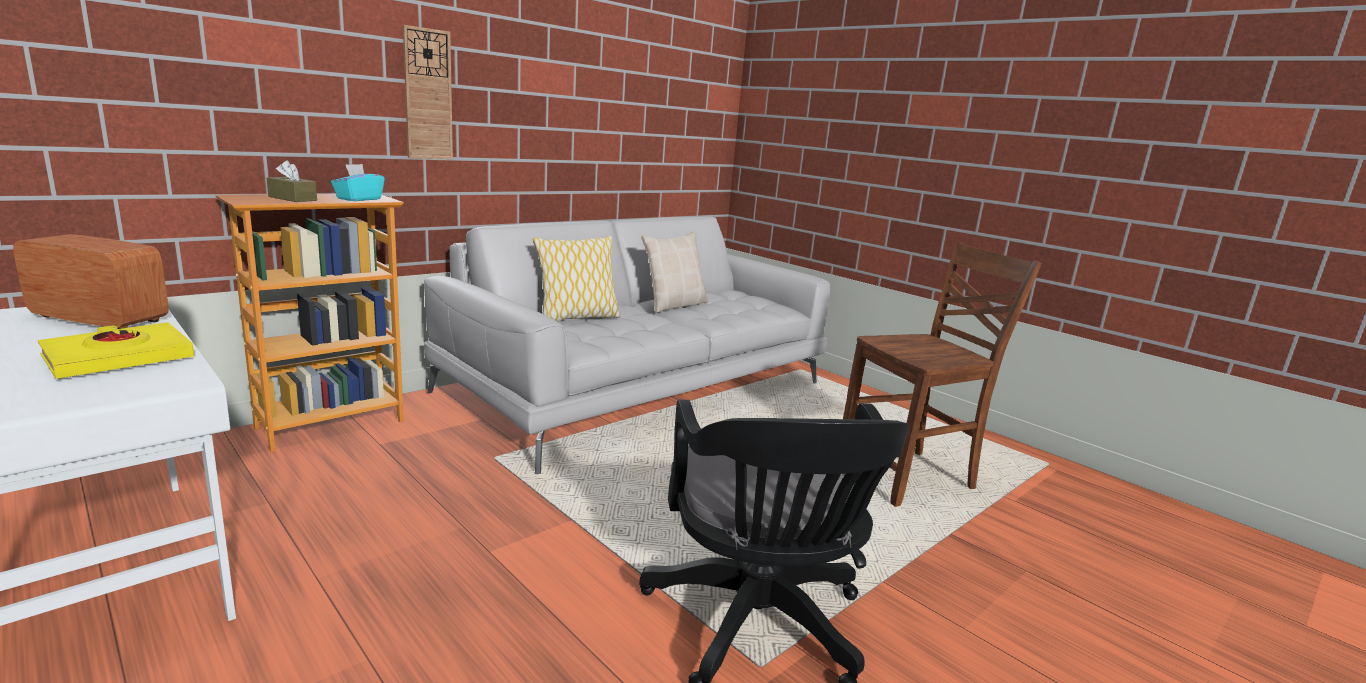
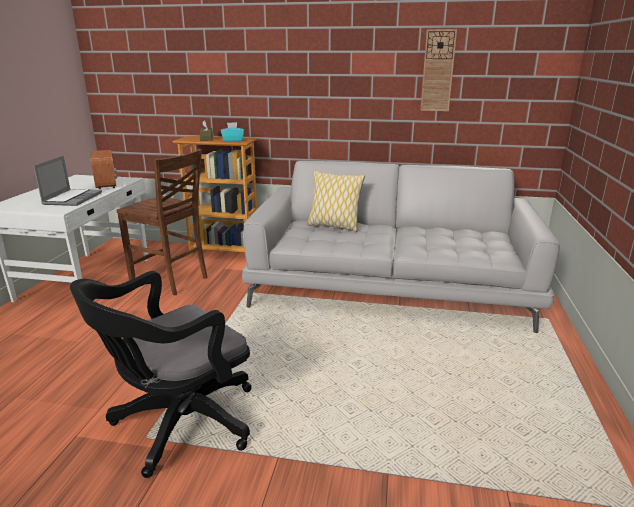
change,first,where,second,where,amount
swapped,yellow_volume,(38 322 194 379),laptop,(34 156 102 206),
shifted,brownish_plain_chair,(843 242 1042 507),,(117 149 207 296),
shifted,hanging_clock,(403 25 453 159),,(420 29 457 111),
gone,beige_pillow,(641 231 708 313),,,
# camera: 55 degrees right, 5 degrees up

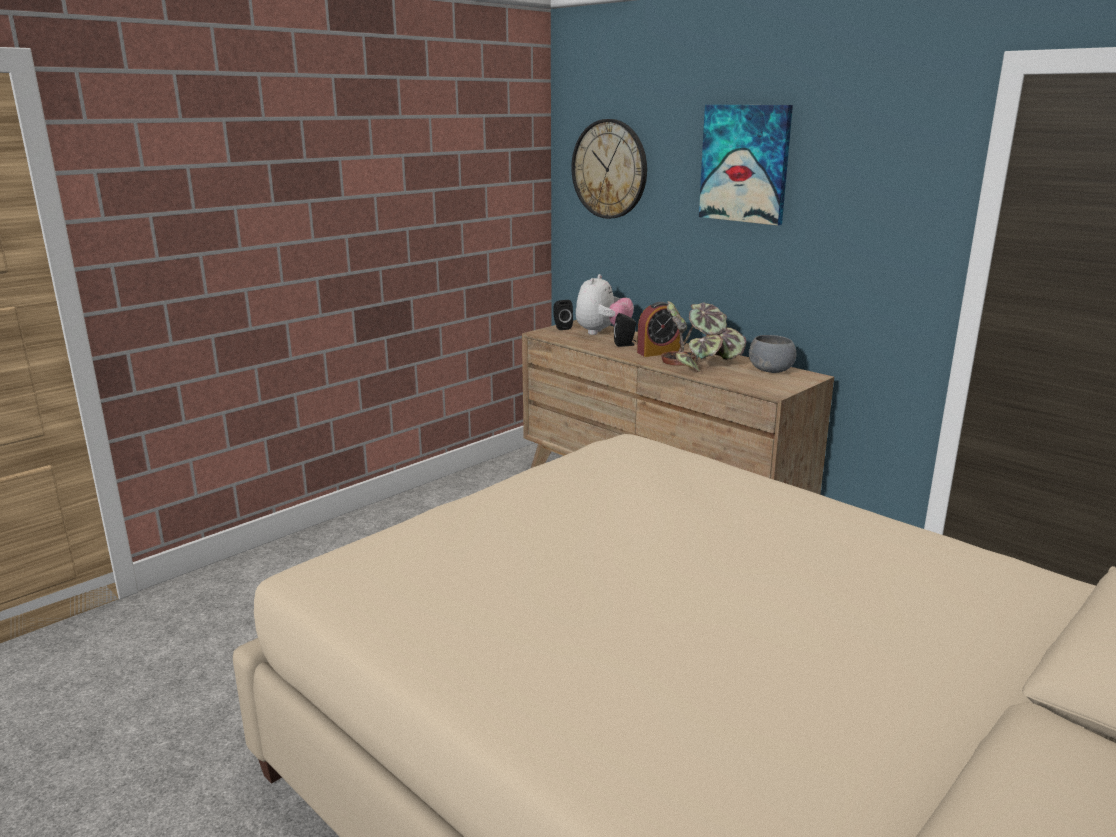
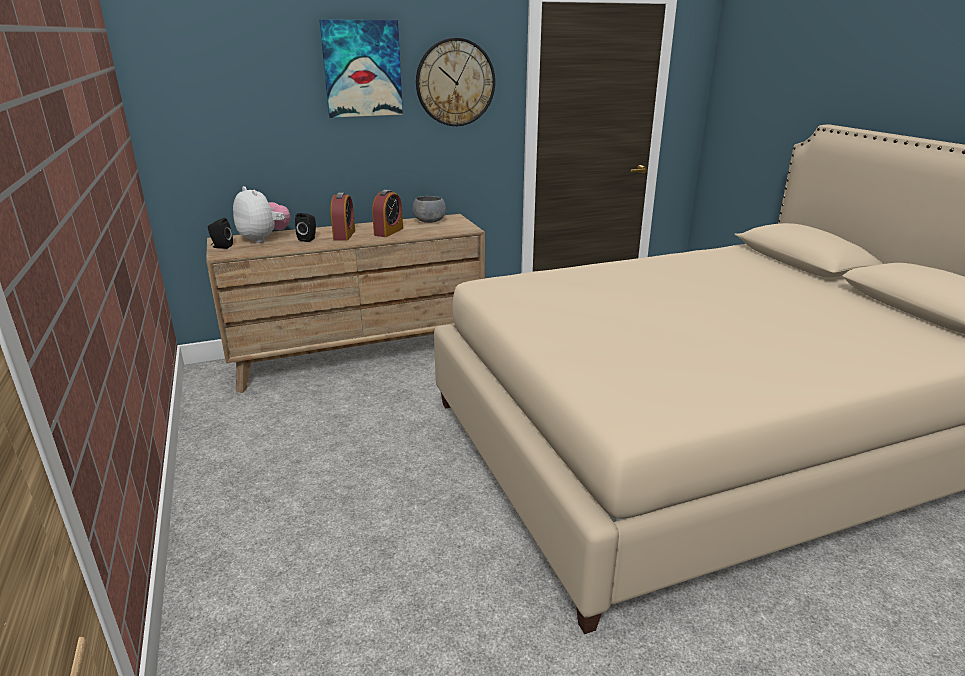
change,first,where,second,where,amount
swapped,houseplant,(661 301 746 372),alarm_clock,(372 190 403 237),
shifted,hanging_clock,(571 119 647 219),,(416 38 495 126),
# camera: 65 degrees left, 5 degrees up

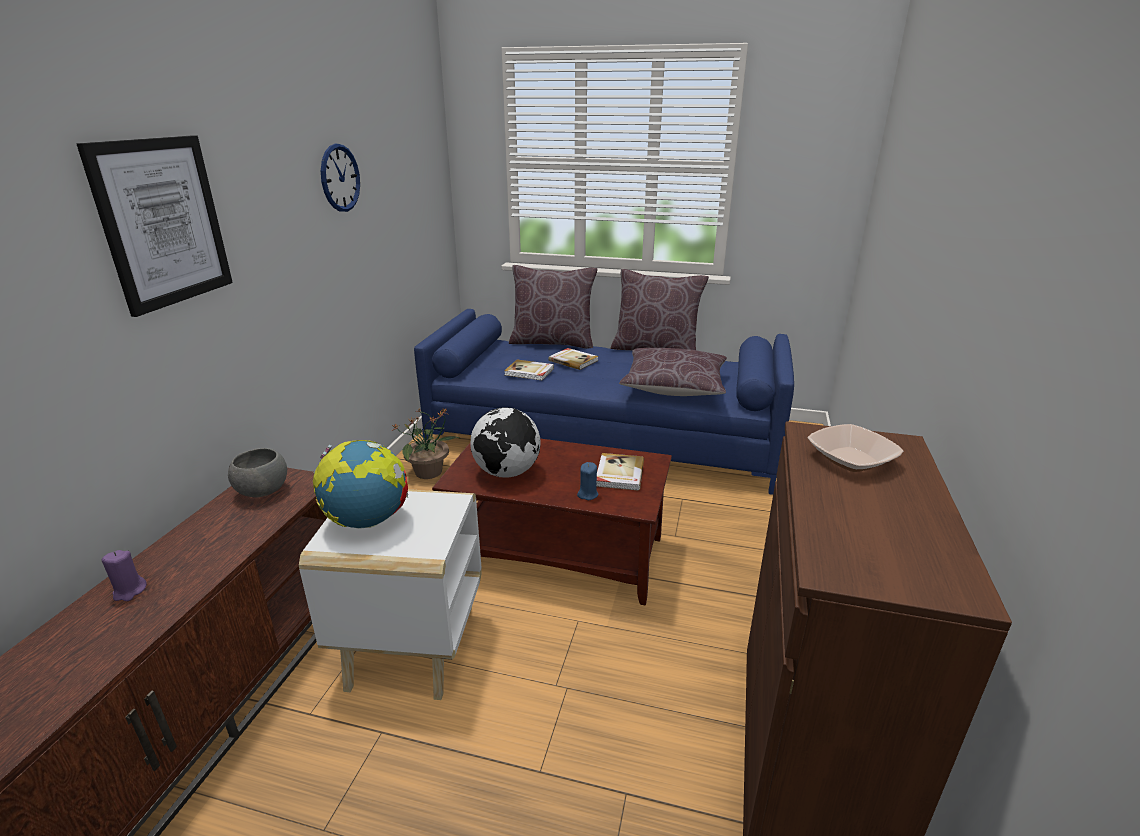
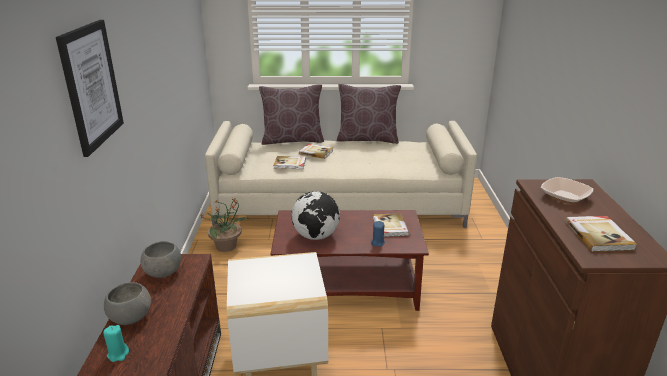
change,first,where,second,where,amount
repainted,purple_wax_light,(102 550 147 601),turquoise_wax_light,(103 325 129 362),
new,,,grey_deep_dish,(104 282 151 325),
repainted,blue_settee,(414 309 794 495),beige_settee,(205 121 477 228),
new,,,volume,(565 216 637 252),
gone,world_globe,(313 440 408 529),,,
gone,hanging_clock,(321 144 360 212),,,
gone,brownish_pillow,(619 348 727 396),,,
# camera: 15 degrees left, 0 degrees up

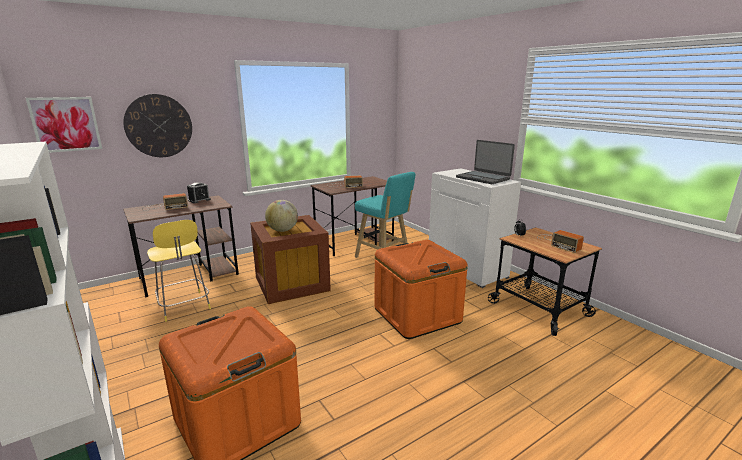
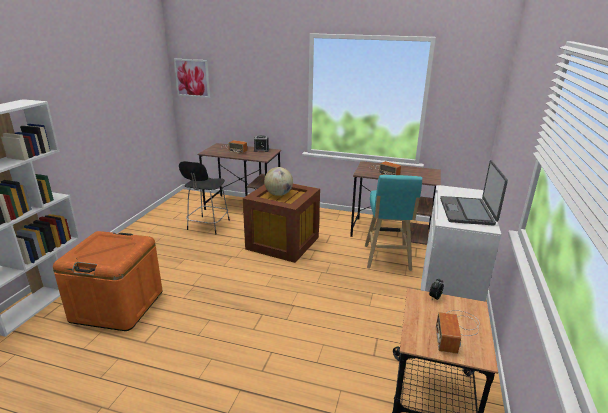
change,first,where,second,where,amount
repainted,yellow_sitting_stool,(147 220 211 322),black-coloured_sitting_stool,(179 161 230 234),
gone,hanging_clock,(123 94 192 157),,,
gone,orange_storage_bin,(375 240 468 339),,,
# camera: 50 degrees right, 5 degrees up

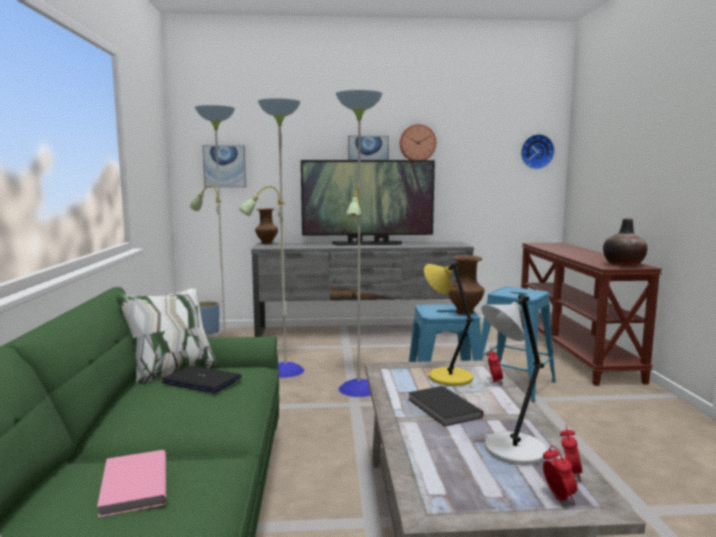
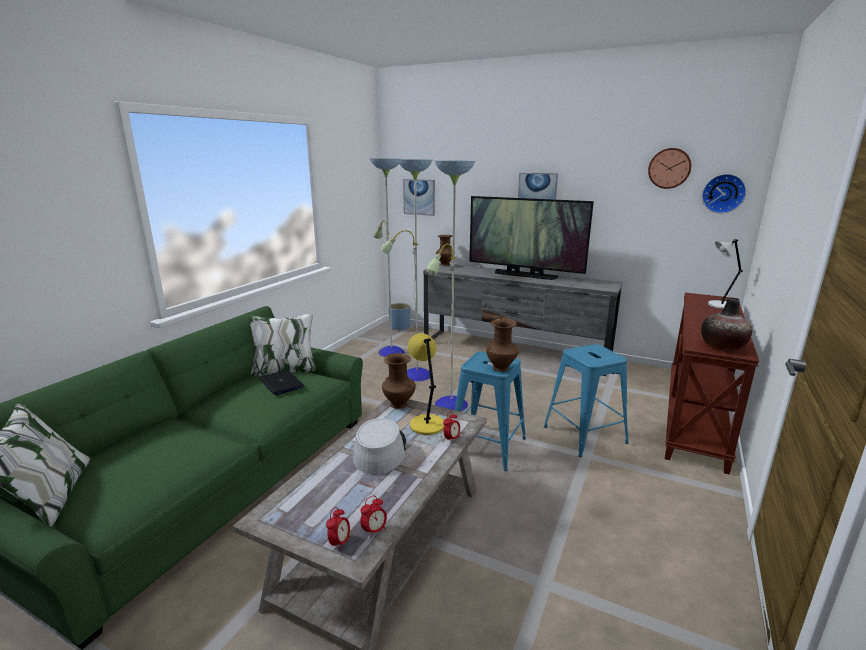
change,first,where,second,where,amount
swapped,black-coloured_volume,(408 386 483 427),grey_clothing_hat,(353 418 406 475),
new,,,brownish_flower_vase,(382 353 416 409),
shifted,hanging_clock,(400 124 436 160),,(648 148 691 189),
shifted,grey_lamp_for_a_table,(481 294 547 465),,(708 239 743 309),
gone,pink_volume,(97 450 166 517),,,
# camera: 30 degrees right, 10 degrees up

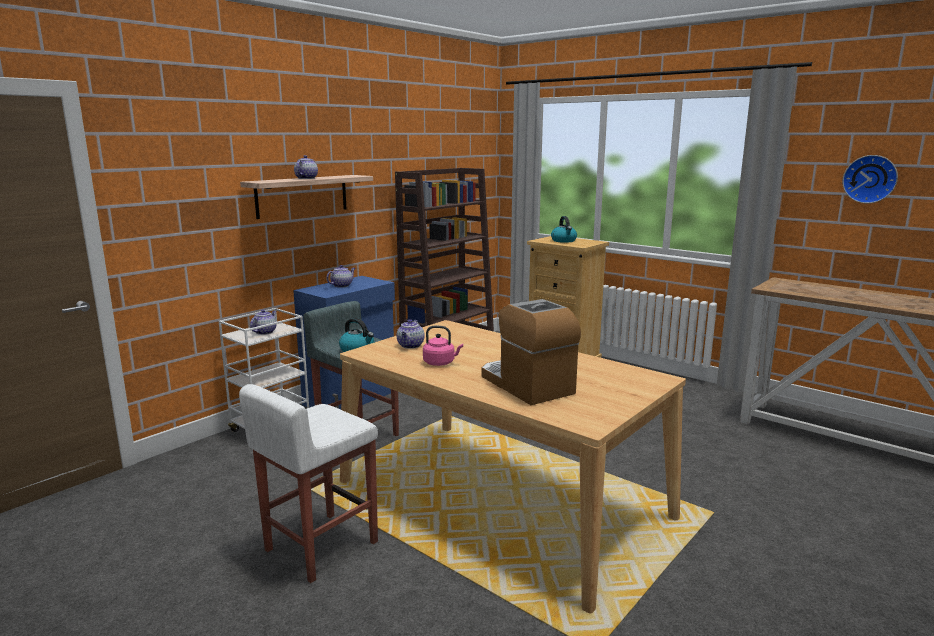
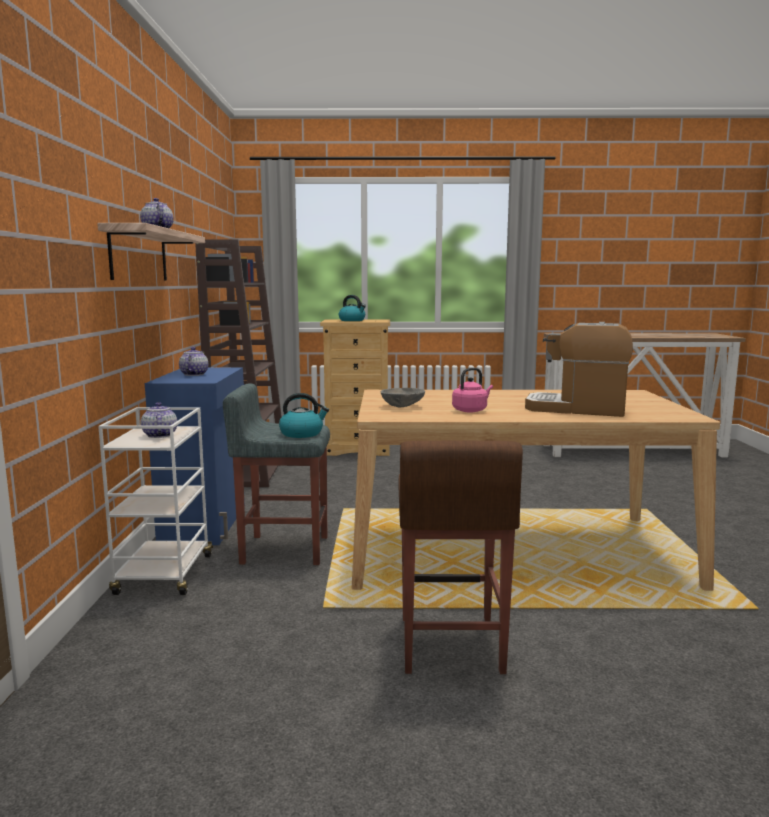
change,first,where,second,where,amount
swapped,teapot,(396 319 425 349),grey_deep_dish,(381 388 425 408),
repainted,white-coloured_sitting_stool,(239 384 378 583),brownish_sitting_stool,(398 441 523 674),
gone,hanging_clock,(842 155 898 204),,,
# camera: 40 degrees left, 5 degrees down

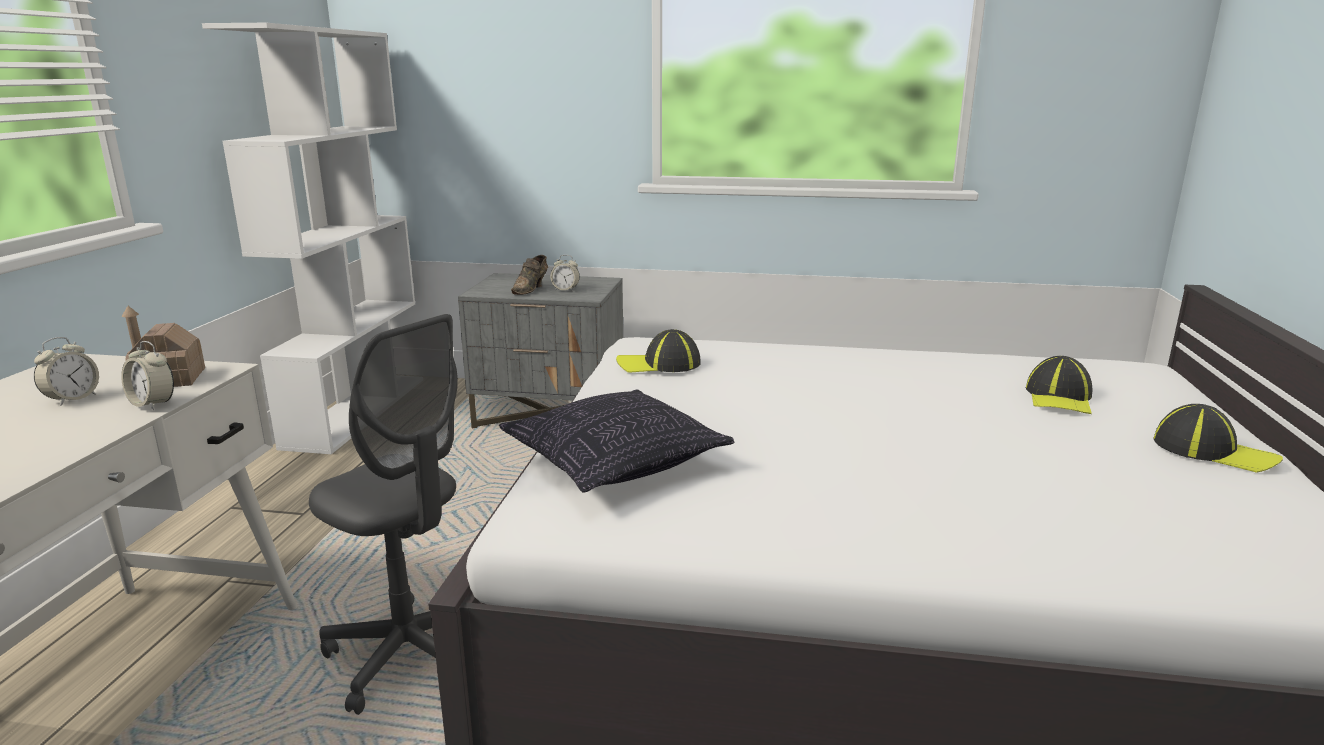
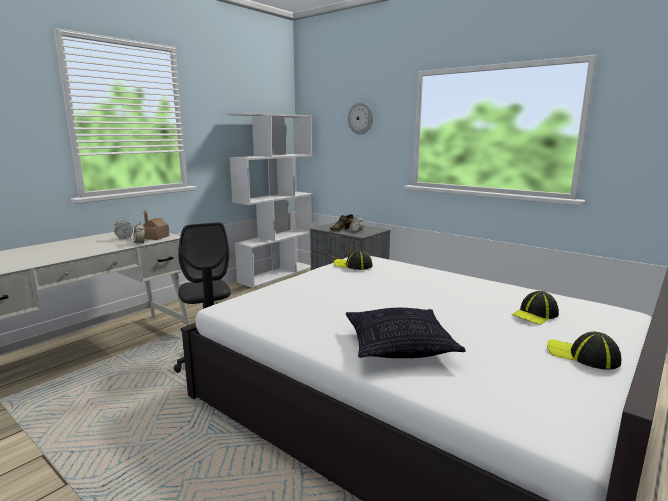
change,first,where,second,where,amount
shifted,pillow,(499 389 734 492),,(346 308 466 358),
new,,,hanging_clock,(348 102 373 135),
rotated,baseball_cap,(1153 404 1283 473),,(547 332 622 370),150 degrees clockwise
# camera: 30 degrees right, 5 degrees down

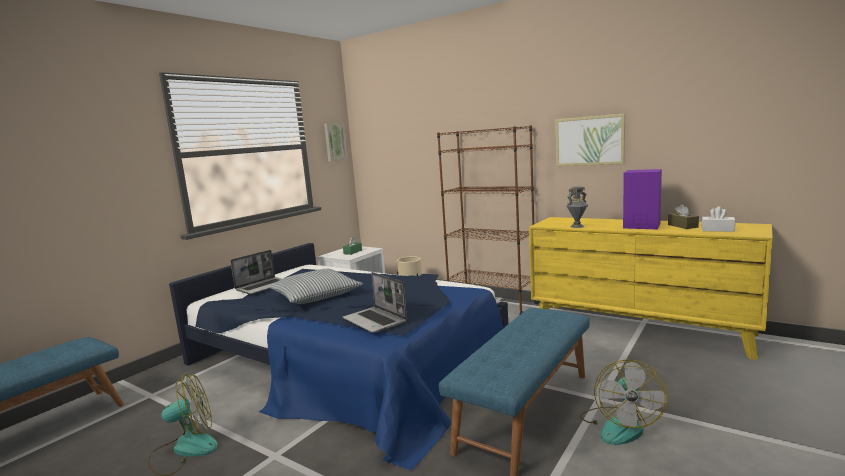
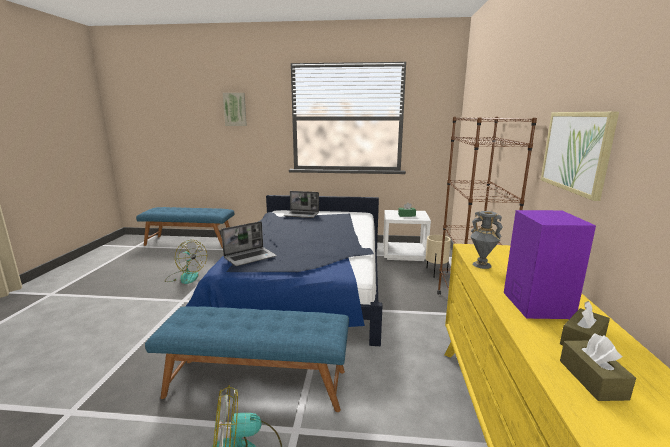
change,first,where,second,where,amount
rotated,laptop,(343 272 407 333),,(221 221 277 266),150 degrees counterclockwise
shifted,wall_art,(324 123 348 161),,(223 93 247 126),
repainted,white-coloured_tissue_box,(702 206 736 232),brownish_tissue_box,(560 333 636 401),
gone,pillow,(268 269 363 304),,,
# camera: 60 degrees right, 5 degrees up

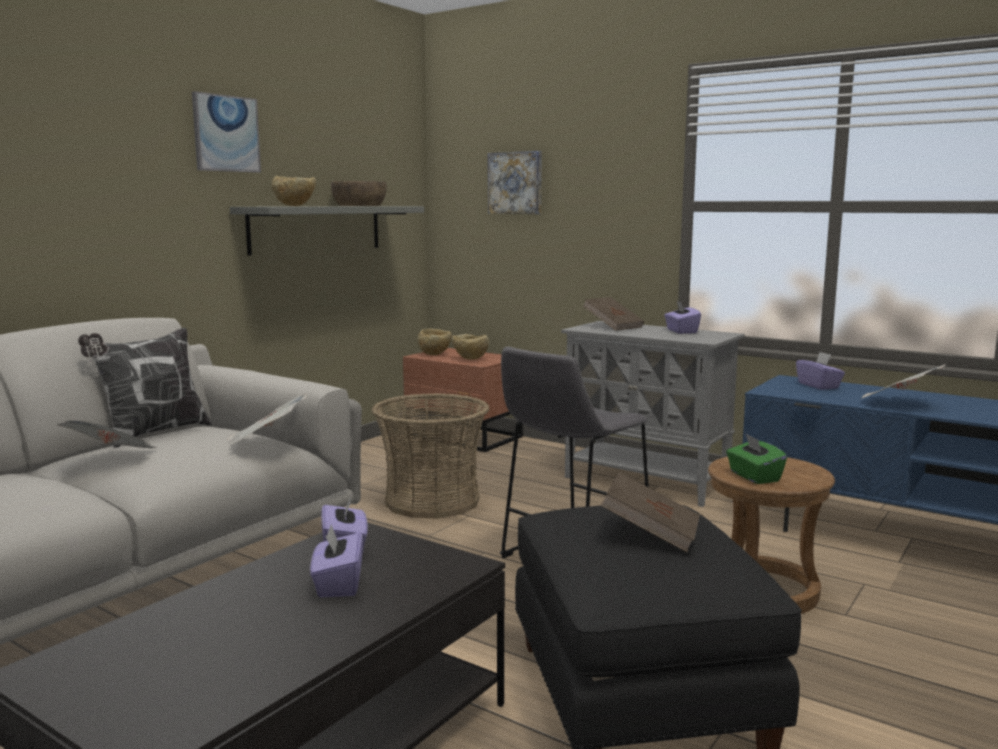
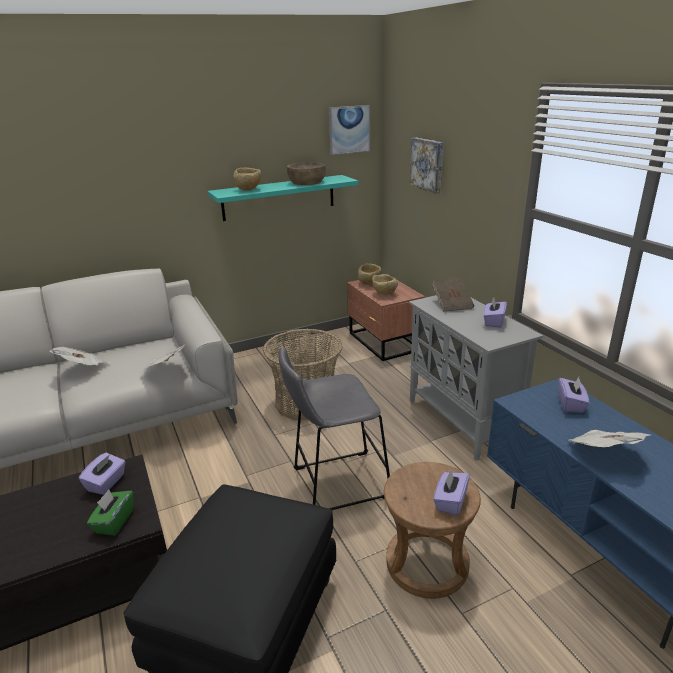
change,first,where,second,where,amount
shifted,green-coloured_tissue_box,(726 434 787 484),,(87 489 134 536),
repainted,grey_bracket_shelf,(230 206 424 256),turquoise_bracket_shelf,(208 175 359 221),
shifted,wall_art,(192 91 261 173),,(329 105 370 155),
shifted,purple_tissue_box,(310 525 363 598),,(433 470 470 516),
gone,pillow,(78 328 212 448),,,
gone,brownish_volume,(600 472 700 552),,,
# camera: 30 degrees right, 15 degrees up

